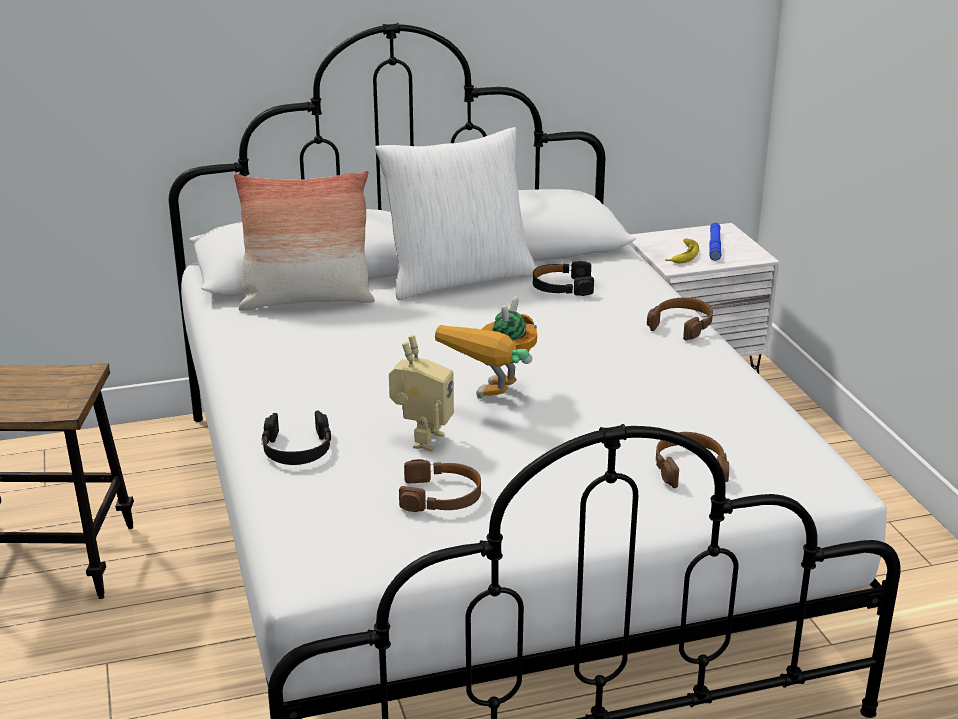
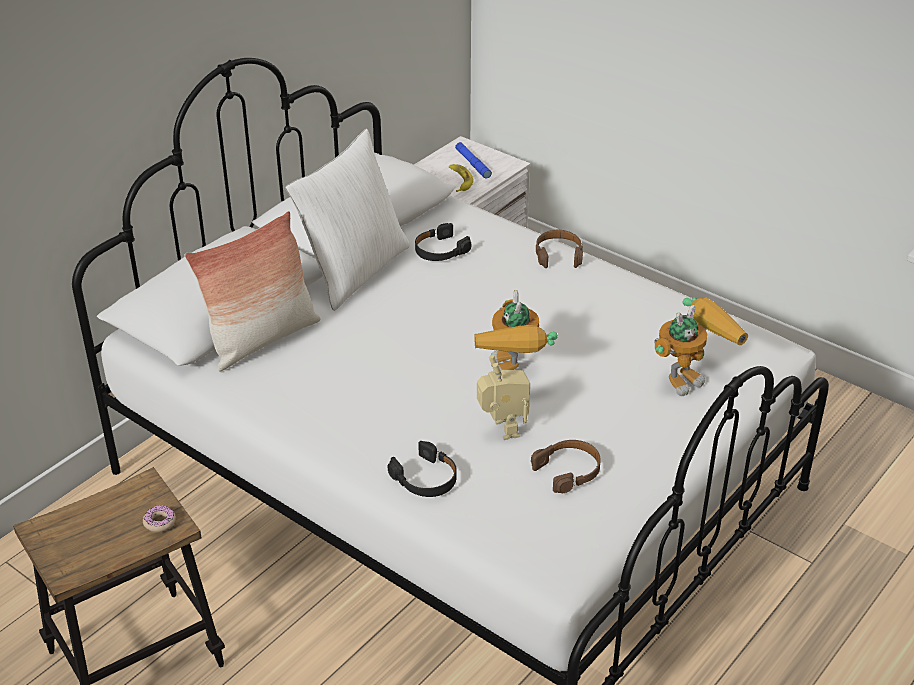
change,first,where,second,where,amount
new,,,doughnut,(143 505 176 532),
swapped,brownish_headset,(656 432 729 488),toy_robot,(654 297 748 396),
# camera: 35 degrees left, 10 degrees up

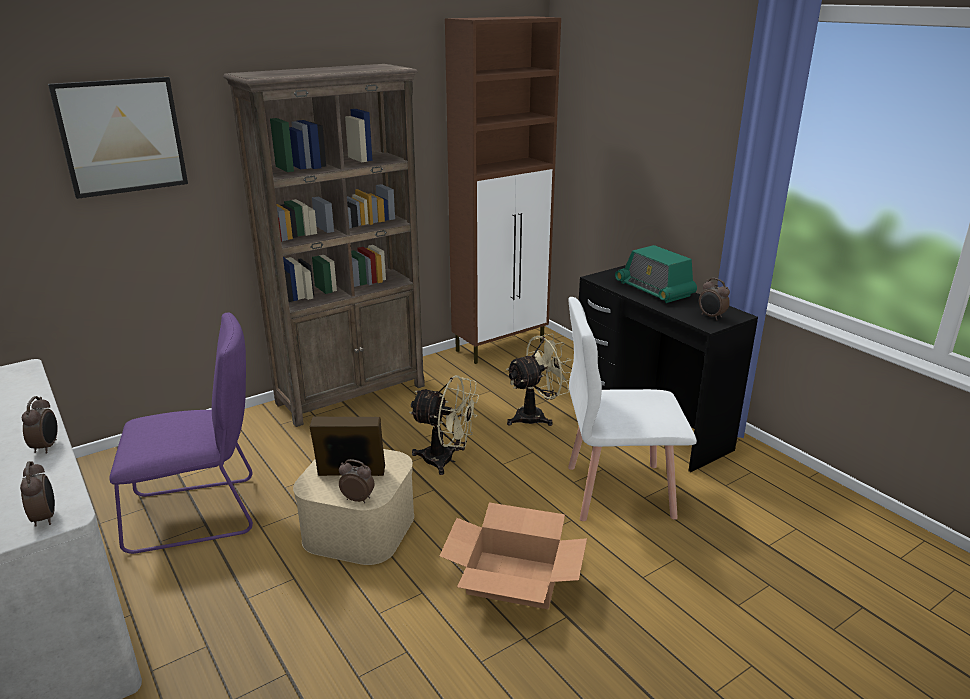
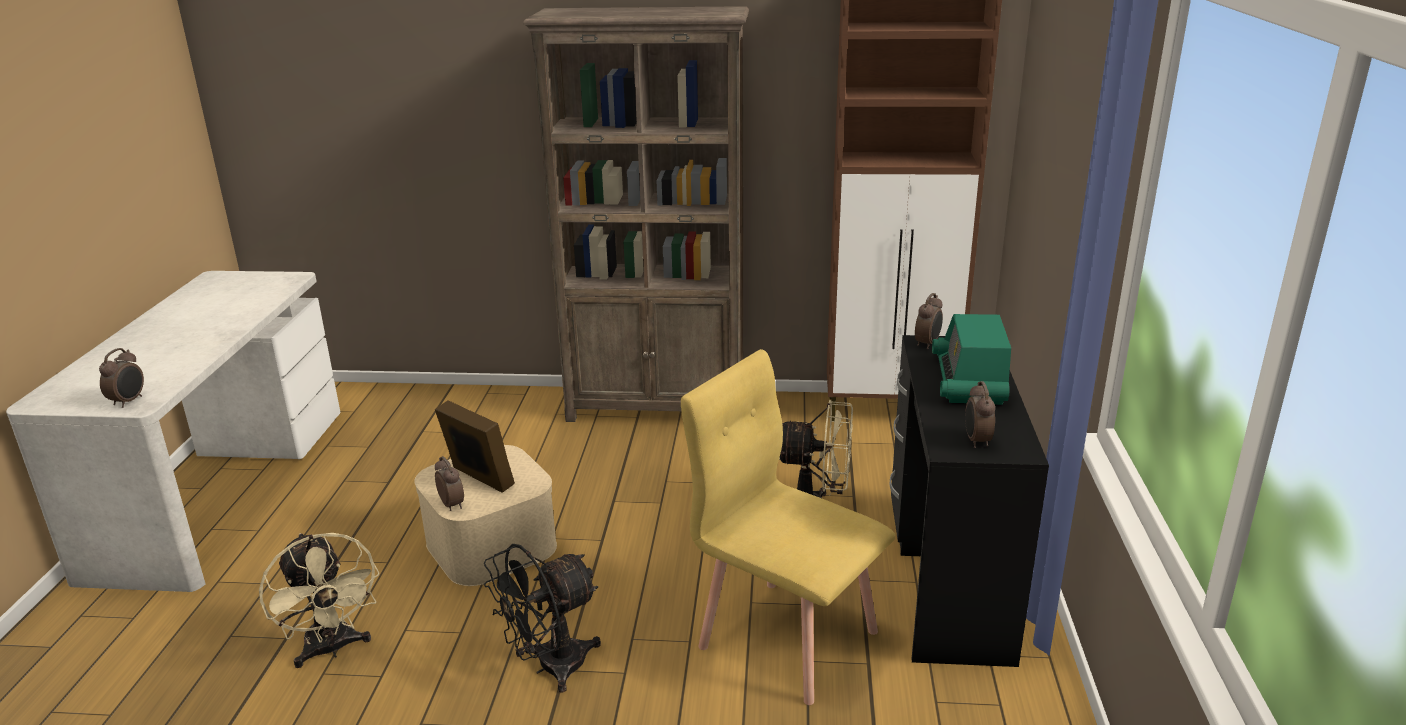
change,first,where,second,where,amount
shifted,beige_electric_fan,(409 375 479 475),,(259 533 380 668),
swapped,cardboard_box,(440 502 587 609),black-coloured_electric_fan,(484 544 601 693),
repainted,white-coloured_plain_chair,(568 297 697 521),yellow_plain_chair,(681 349 895 705),
shifted,alarm_clock,(22 396 58 454),,(915 293 943 349),
gone,wall_art,(48 77 188 199),,,
gone,purple_plain_chair,(109 312 253 554),,,
# camera: 40 degrees right, 0 degrees up

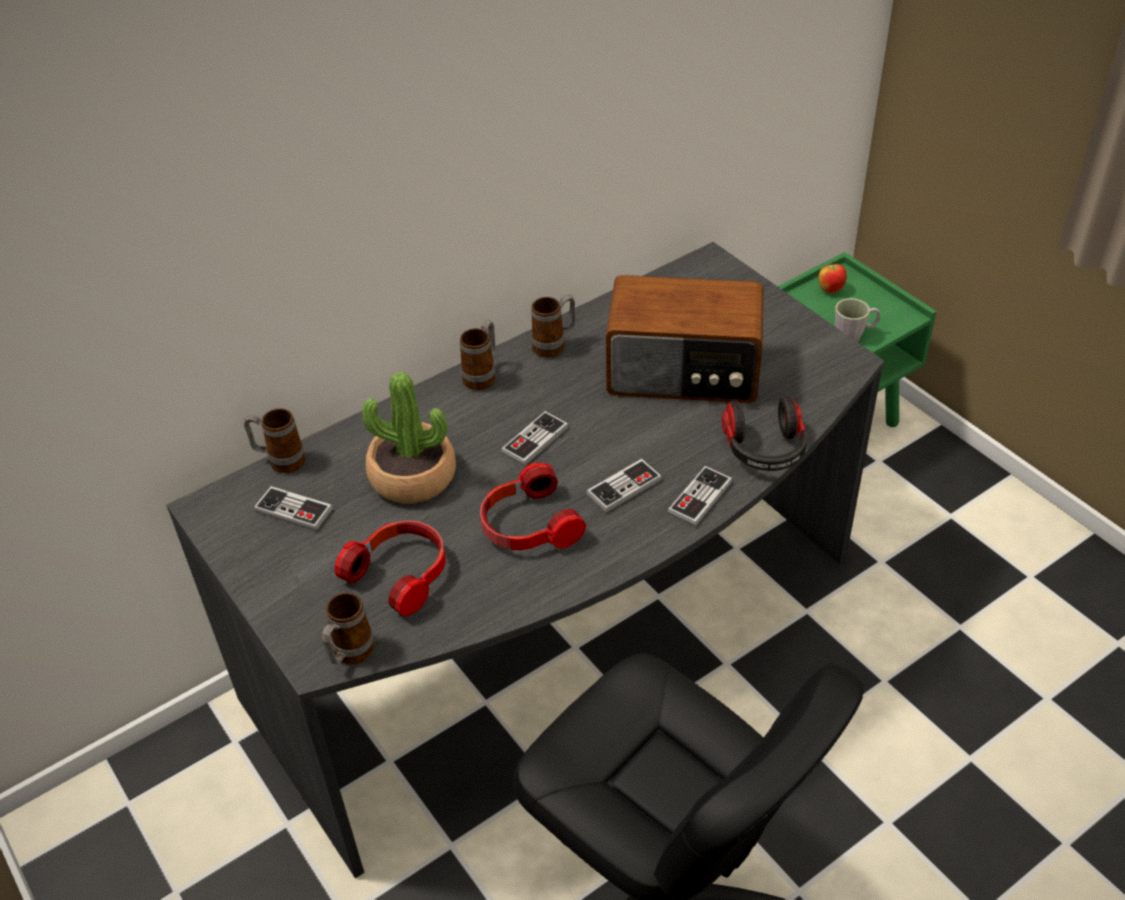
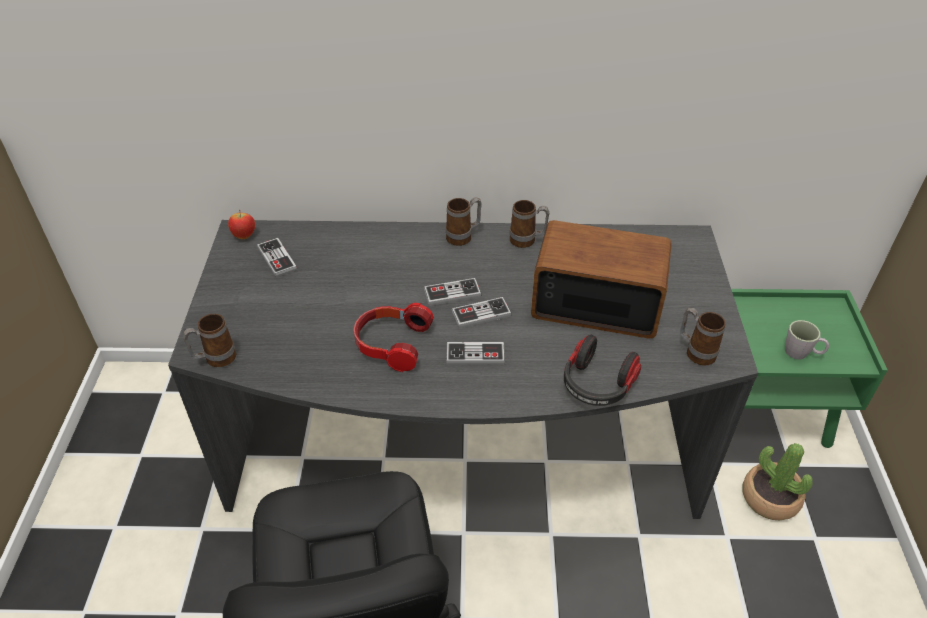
change,first,where,second,where,amount
shifted,apple_fruit,(818 261 847 293),,(228 210 255 239),
shifted,gamepad,(667 466 732 527),,(451 297 512 328),
rotated,radio_receiver,(606 275 764 403),,(531 220 672 339),150 degrees clockwise
shifted,tea_mug,(244 408 306 473),,(680 308 726 365),
shifted,houseplant,(362 372 456 503),,(743 443 812 520),
gone,headset,(335 520 446 616),,,
# camera: 35 degrees right, 0 degrees up

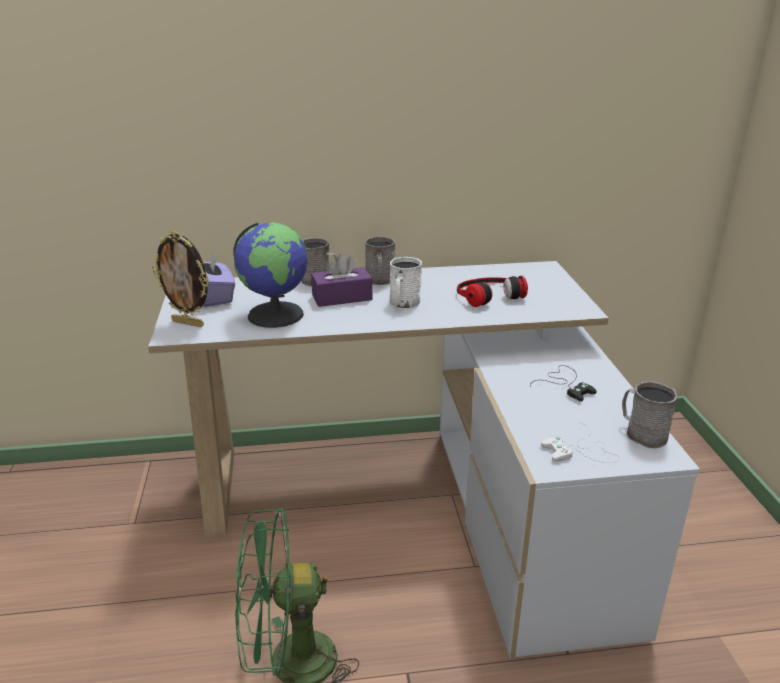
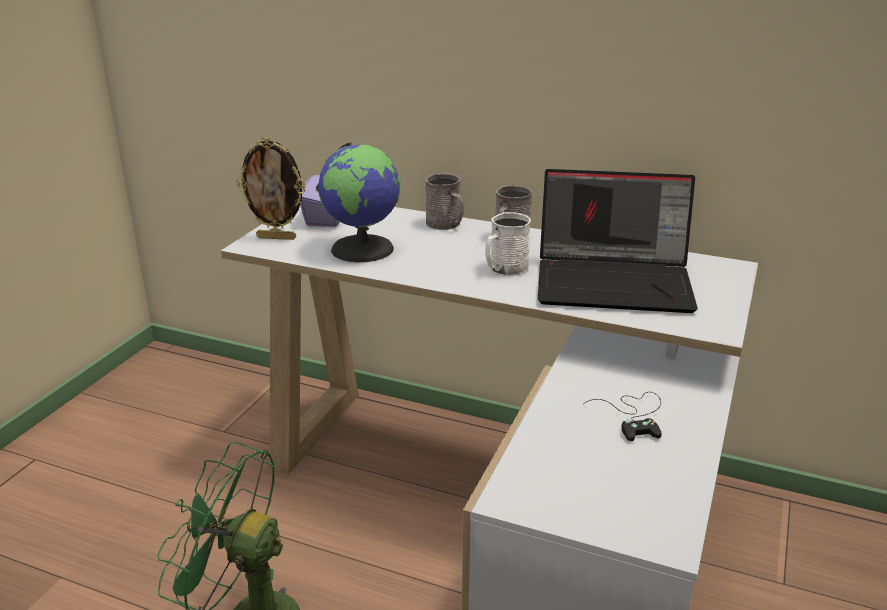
change,first,where,second,where,amount
rotated,standing_frame,(152 231 209 327),,(237 137 306 240),45 degrees counterclockwise
swapped,headset,(457 275 528 307),laptop,(538 169 698 313),
gone,purple_tissue_box,(311 254 372 307),,,
gone,white-coloured_gamepad,(541 422 620 463),,,
gone,grey_tea_mug,(622 381 677 448),,,
# camera: 30 degrees right, 0 degrees up

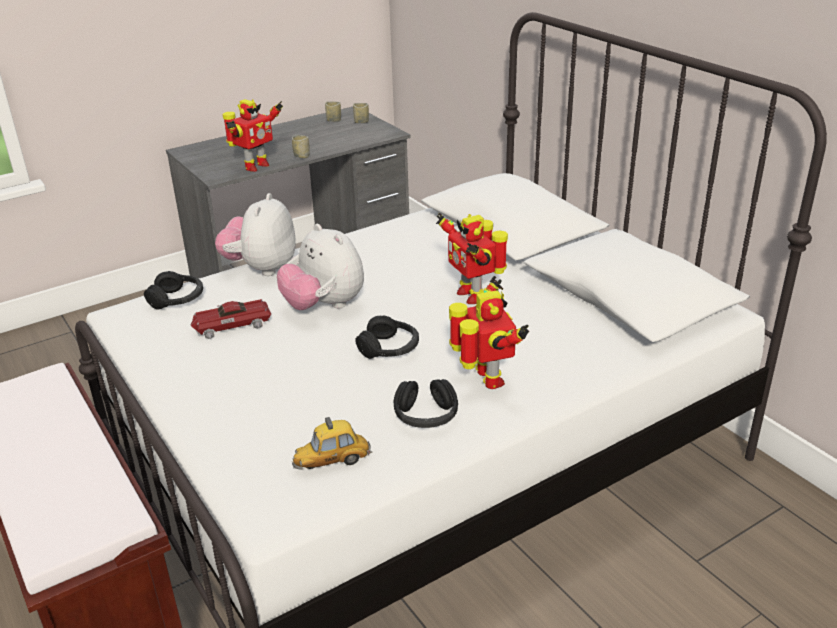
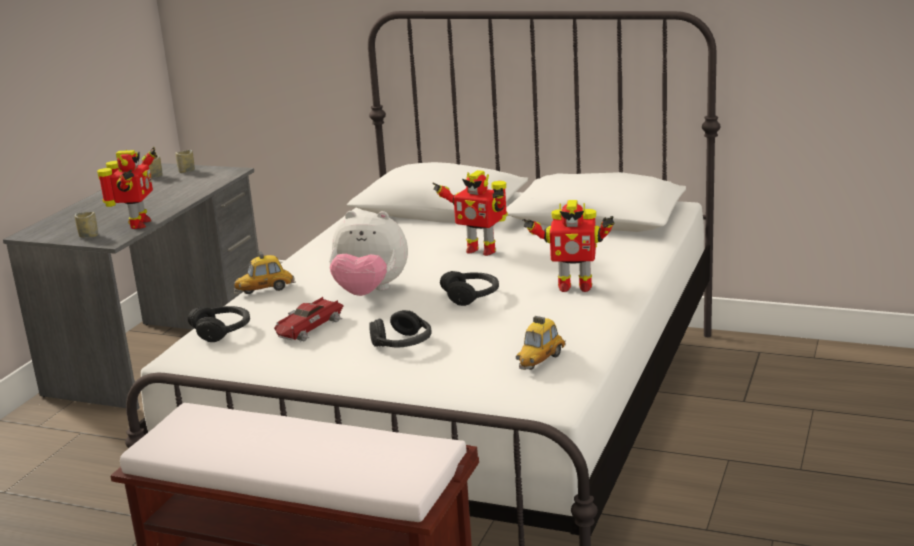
change,first,where,second,where,amount
shifted,drinking_cup,(292 135 310 158),,(75 212 98 238),
swapped,soft_toy,(215 193 296 276),miniature_car,(233 251 296 294),
shifted,black-coloured_headset,(394 379 458 428),,(369 310 432 347),
rotated,toy_robot,(449 276 529 389),,(522 200 614 292),150 degrees clockwise
# camera: 35 degrees left, 10 degrees down

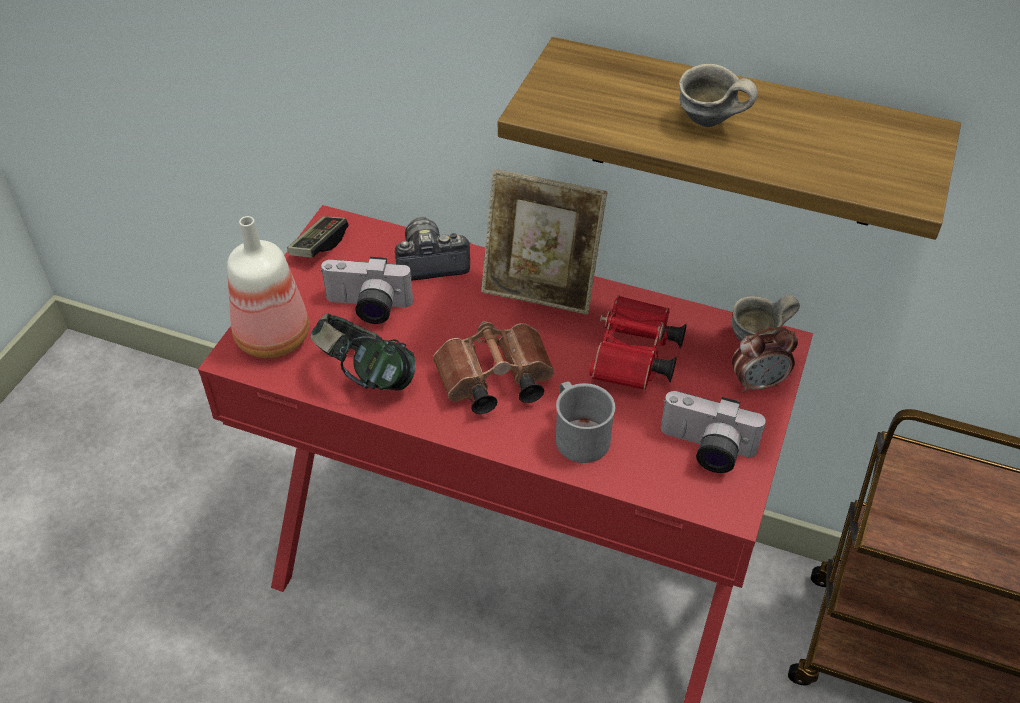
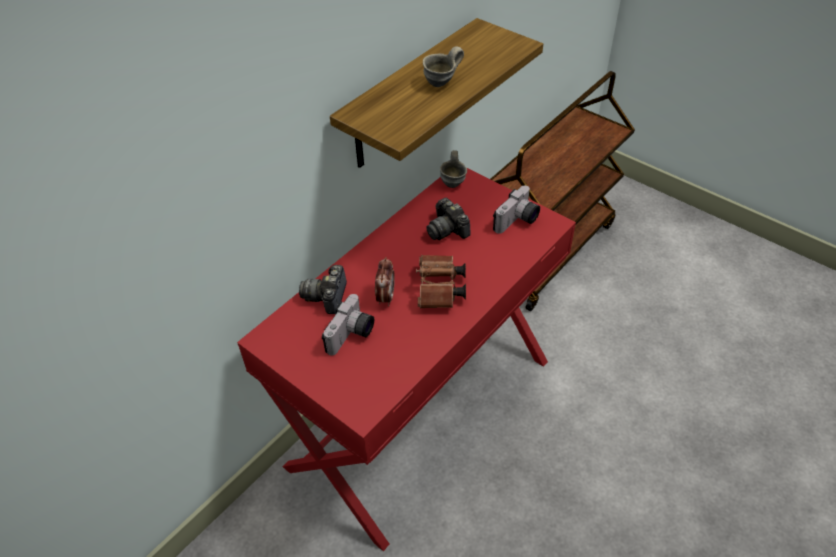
change,first,where,second,where,amount
shifted,alarm_clock,(732 327 798 393),,(375 257 395 306),
swapped,reddish_binoculars,(589 295 687 390),photo_camera,(426 198 471 240),
gone,beverage_bottle,(227 216 309 358),,,
gone,gamepad,(287 216 349 258),,,
gone,headset,(310 313 415 391),,,
gone,standing_frame,(481 169 607 315),,,
gone,grey_tea_mug,(556 381 615 463),,,
# camera: 70 degrees left, 0 degrees up

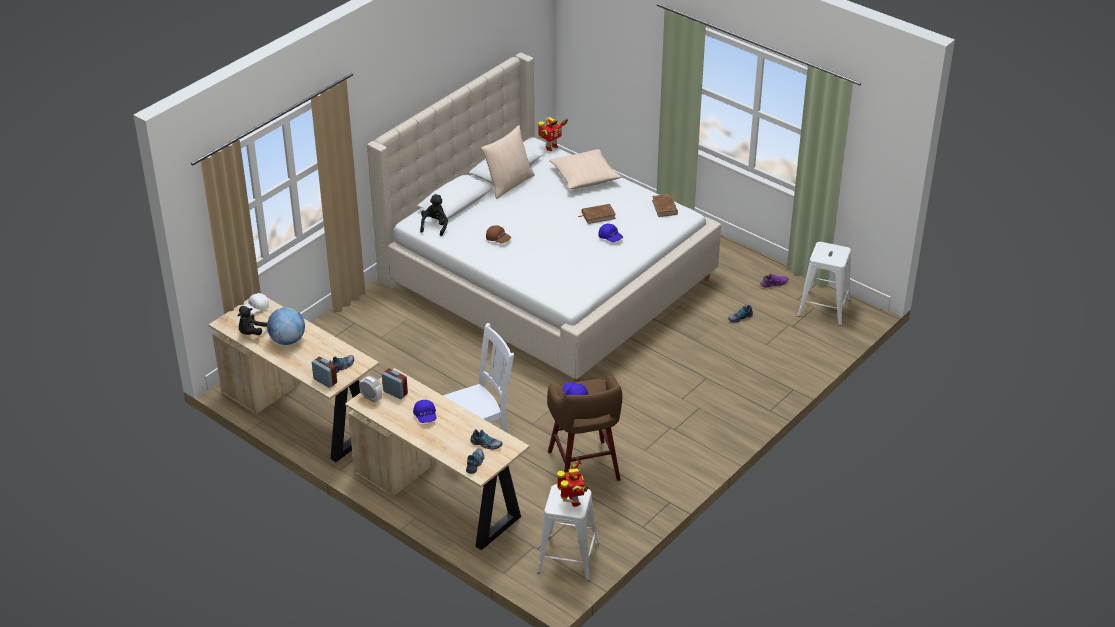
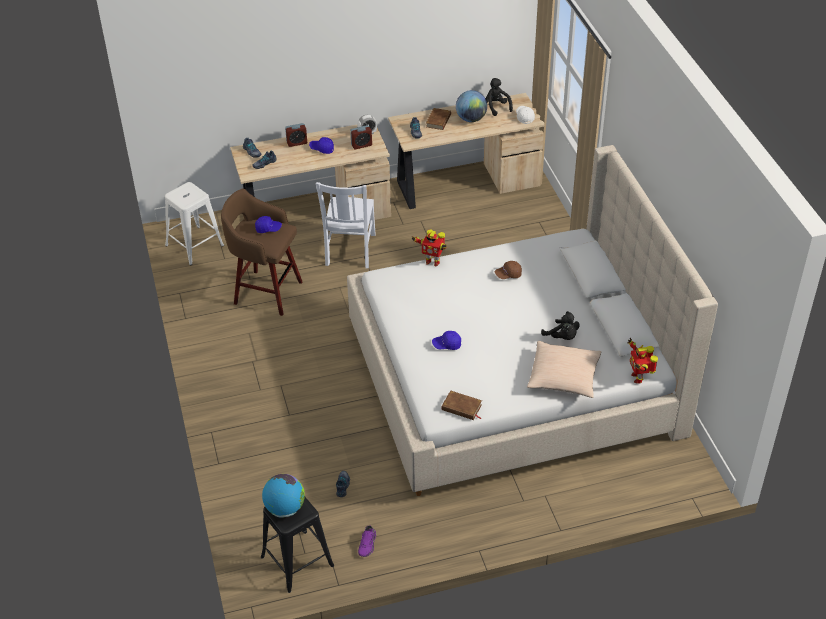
change,first,where,second,where,amount
repainted,white-coloured_sitting_stool,(797 242 851 326),black-coloured_sitting_stool,(261 497 334 593),
new,,,world_globe,(262 474 305 518),
shifted,alarm_clock,(312 357 337 388),,(285 123 307 147),
shifted,toy_robot,(557 458 588 507),,(411 230 447 266),
shifted,brownish_volume,(579 204 616 224),,(426 108 451 130),
shifted,black-coloured_soft_toy,(420 194 448 236),,(541 311 580 340),
gone,beige_pillow,(481 125 535 199),,,
# camera: 125 degrees right, 5 degrees up

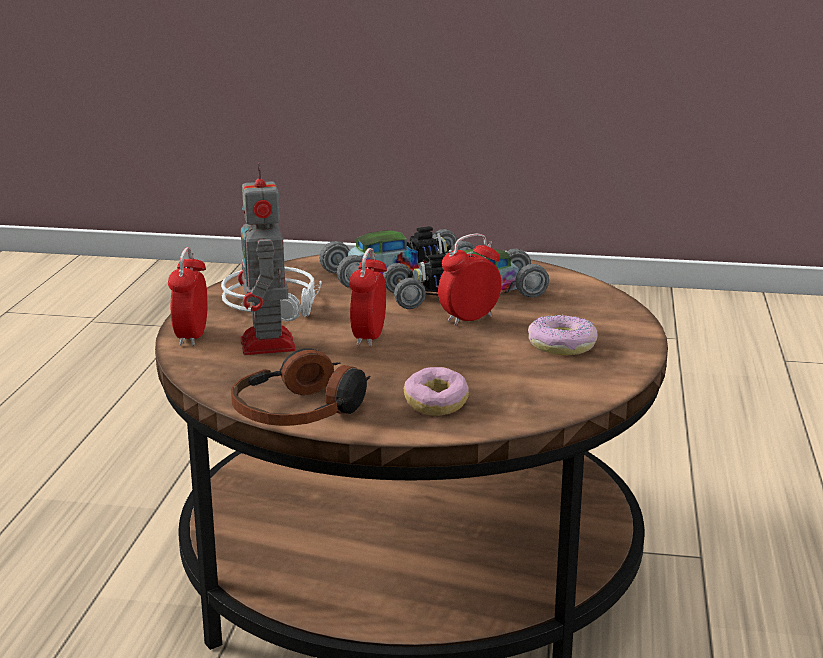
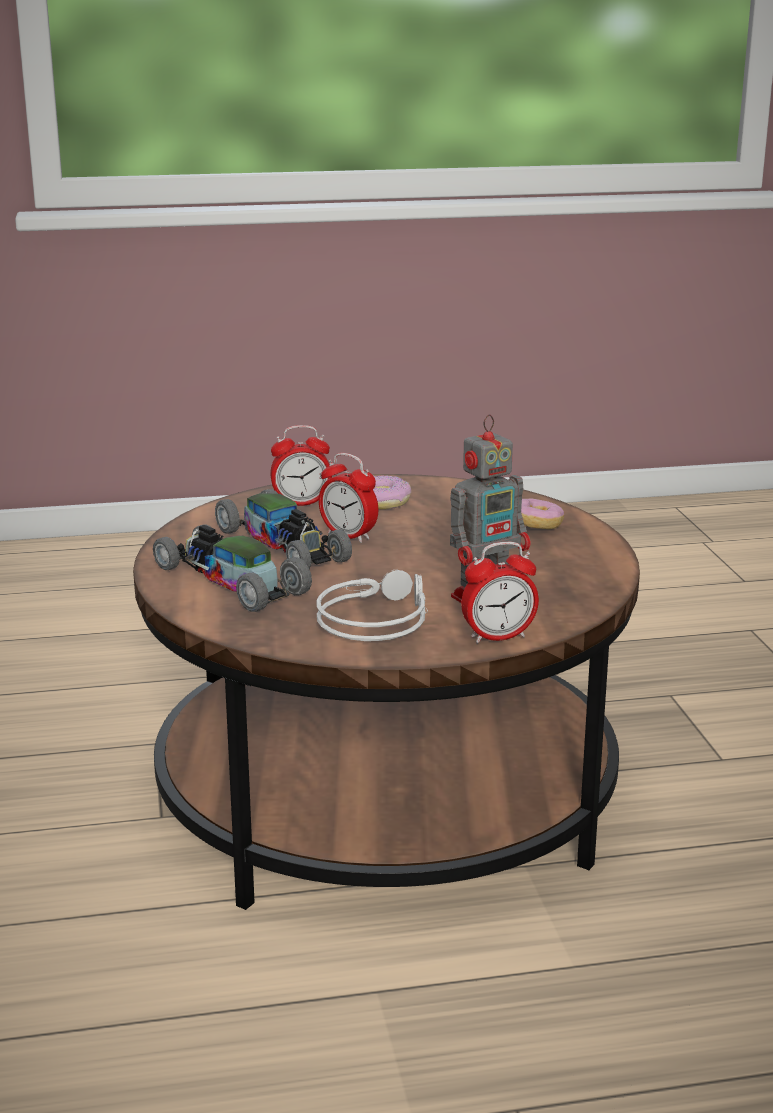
change,first,where,second,where,amount
shifted,alarm_clock,(349 248 387 347),,(270 425 332 506),
gone,headset,(231 348 371 426),,,
# camera: 110 degrees left, 0 degrees up

